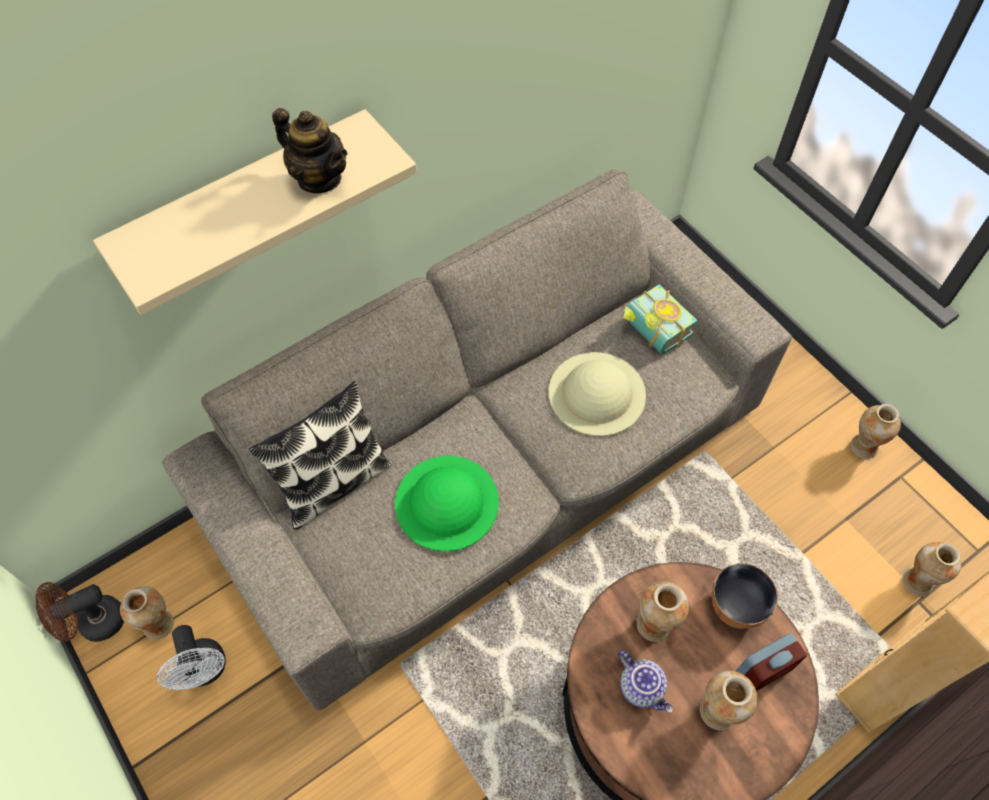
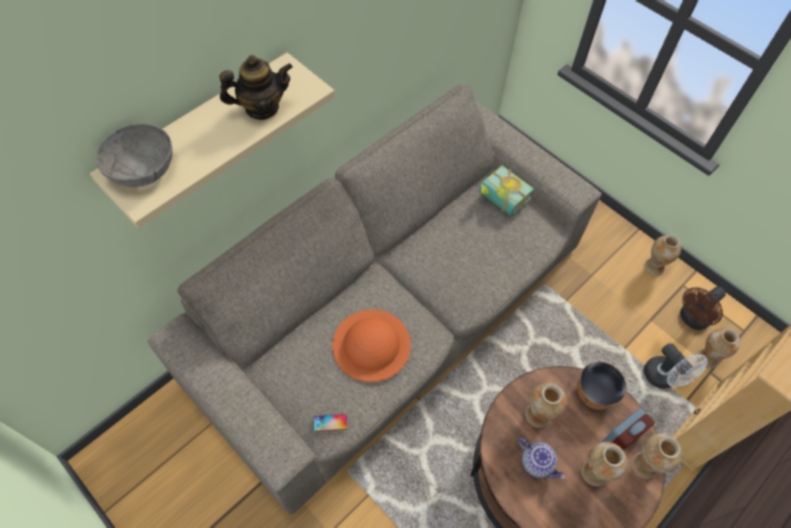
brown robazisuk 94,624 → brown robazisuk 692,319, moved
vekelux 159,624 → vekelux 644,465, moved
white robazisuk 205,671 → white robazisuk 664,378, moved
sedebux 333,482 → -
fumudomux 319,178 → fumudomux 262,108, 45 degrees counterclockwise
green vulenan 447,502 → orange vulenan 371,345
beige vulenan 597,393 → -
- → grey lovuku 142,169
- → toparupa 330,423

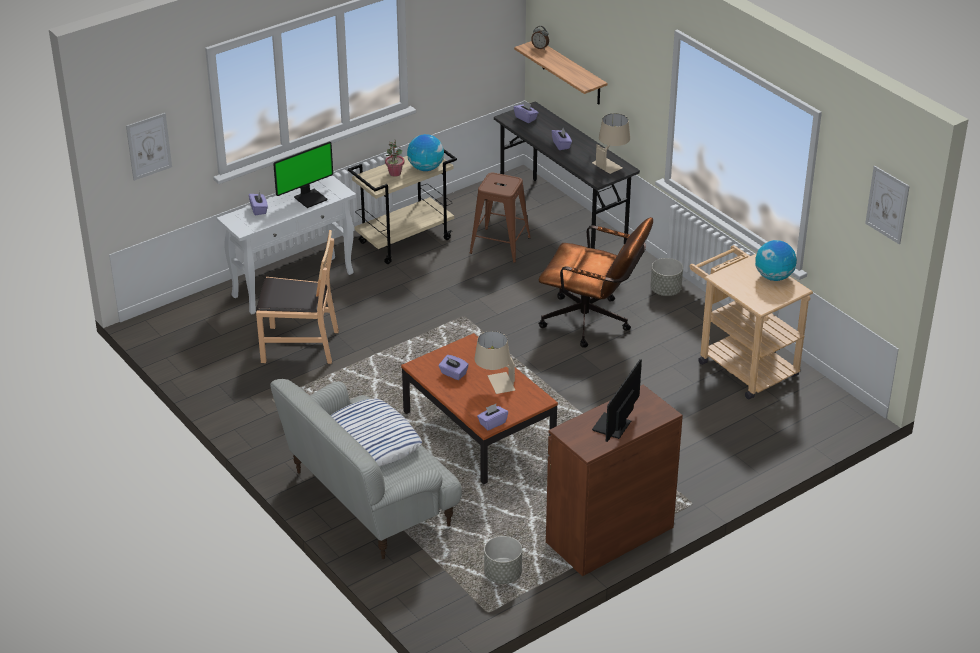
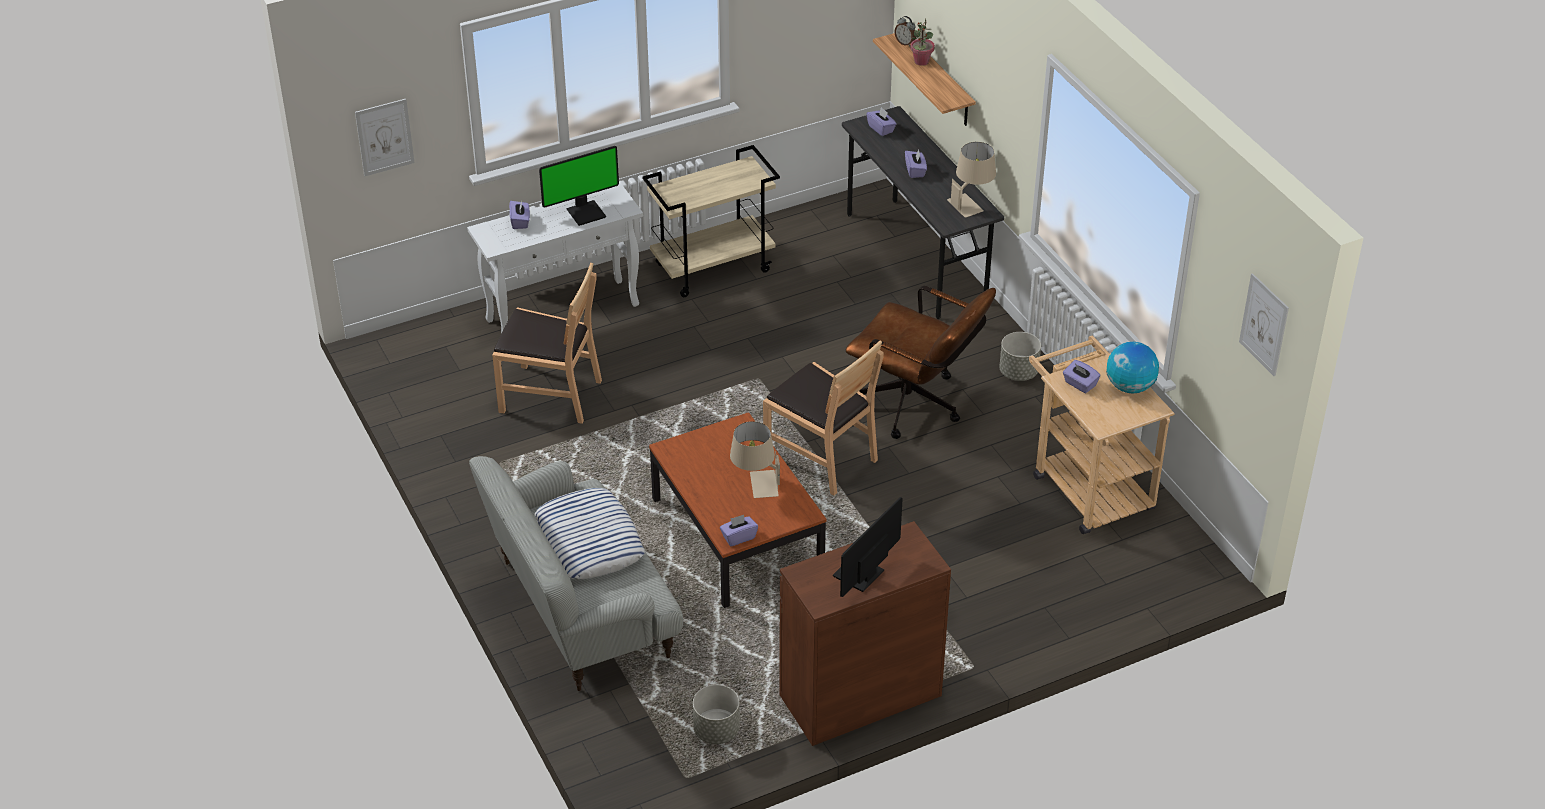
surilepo 395,173 → surilepo 921,61, moved
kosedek 425,168 → -
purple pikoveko 453,374 → purple pikoveko 1080,384, moved
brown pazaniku 500,245 → -
- → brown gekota 821,458

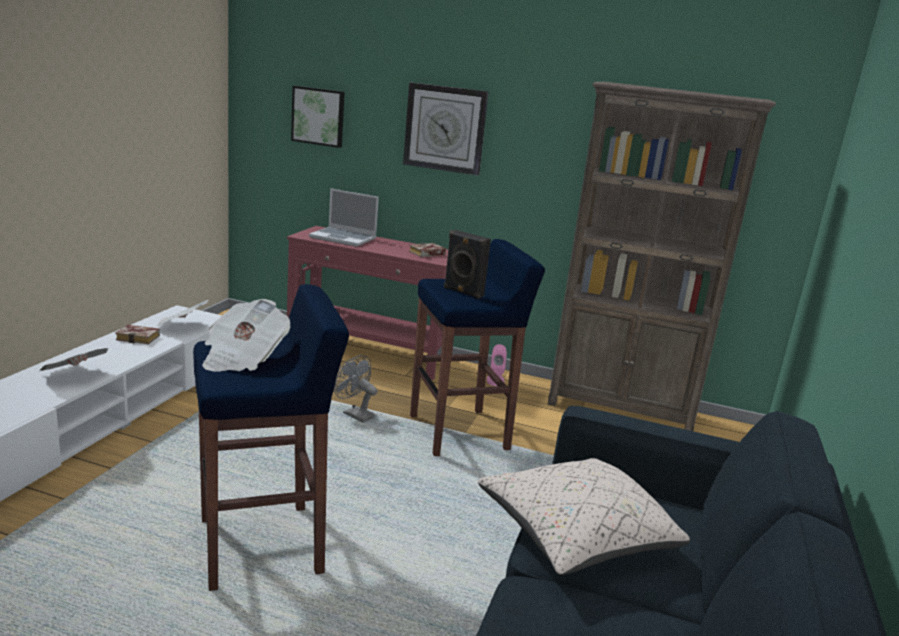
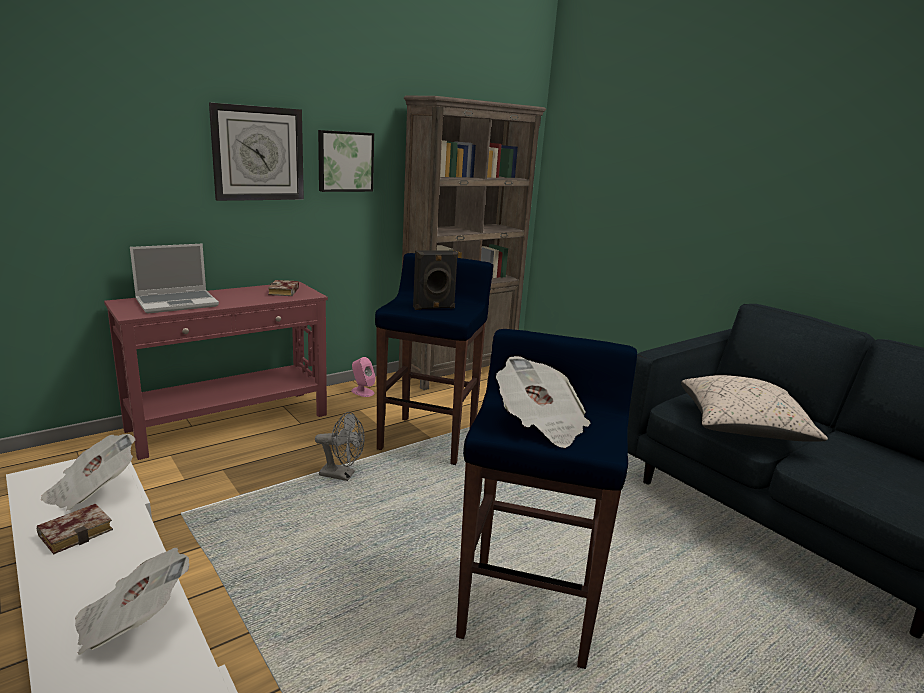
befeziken 318,116 → befeziken 345,161, moved
grey robazisuk 354,414 → grey robazisuk 342,475, 150 degrees counterclockwise

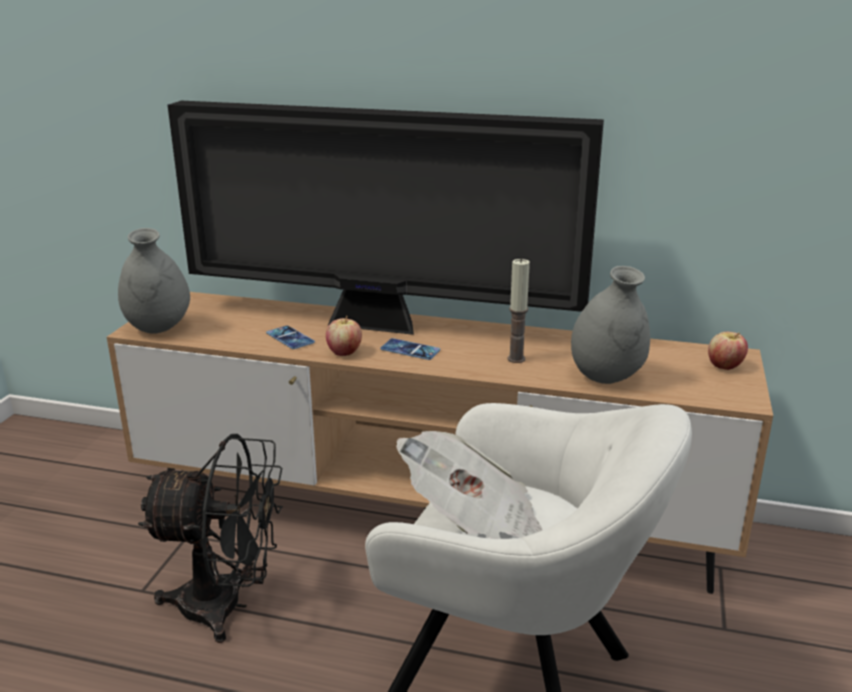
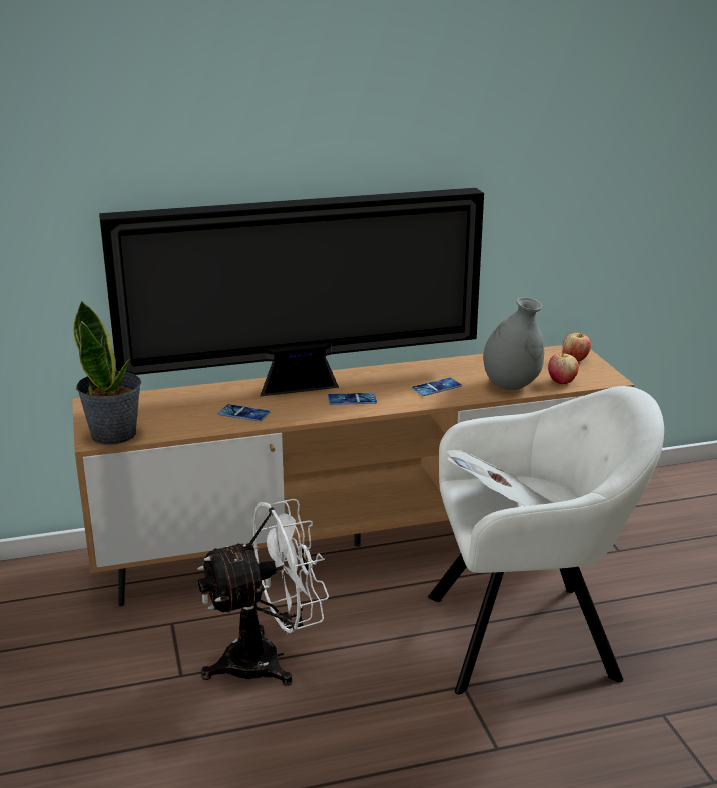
grey vekelux 158,329 → surilepo 114,434
black robazisuk 227,606 → white robazisuk 267,659
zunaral 344,352 → zunaral 561,381, moved
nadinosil 516,359 → toparupa 436,387

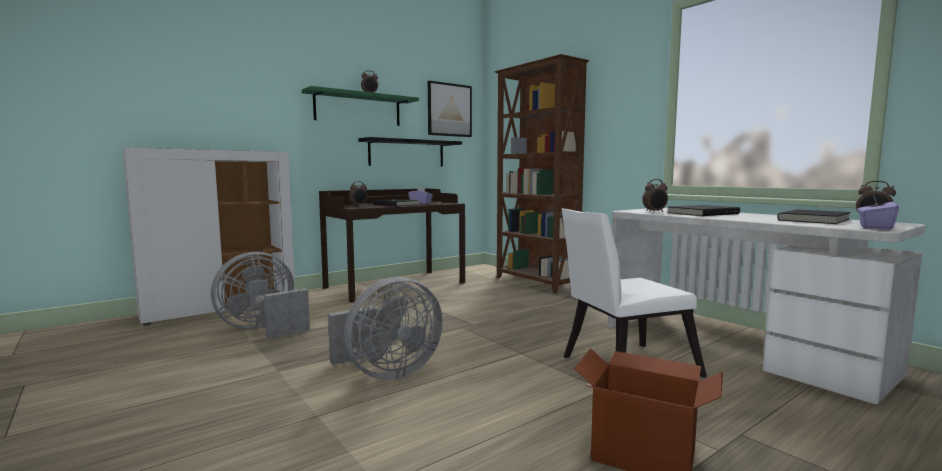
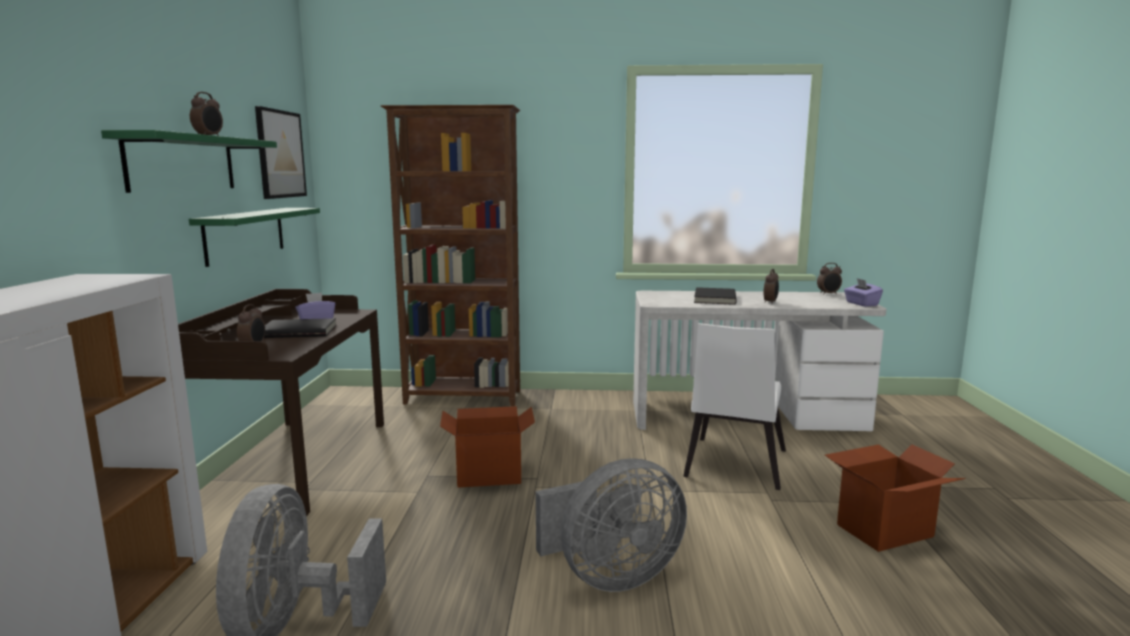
grey robazisuk 387,373 → grey robazisuk 611,576, 60 degrees clockwise
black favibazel 407,153 → green favibazel 245,234
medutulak 655,212 → medutulak 770,302, moved
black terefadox 815,220 → -
- → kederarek 488,475

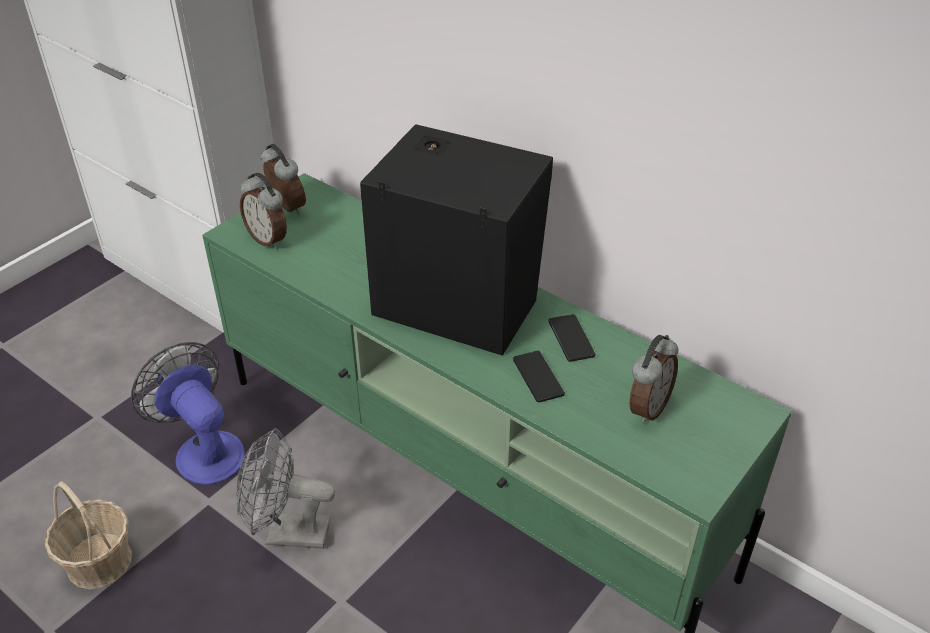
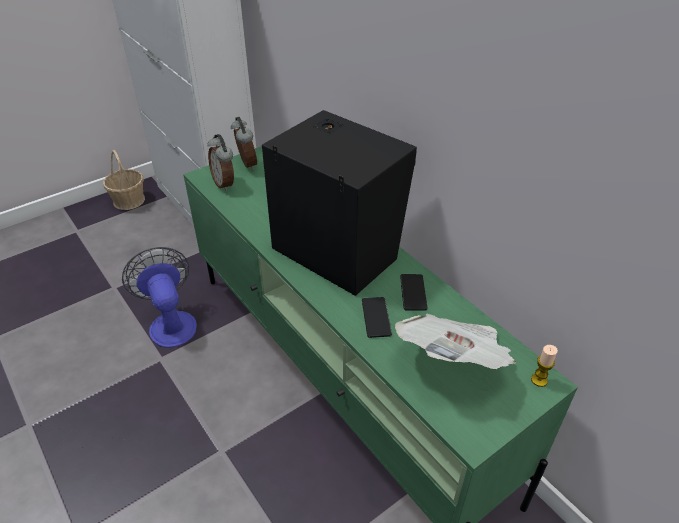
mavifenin 99,561 → mavifenin 129,200, moved
grey robazisuk 287,533 → -
medutulak 647,407 → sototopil 454,359
- → nadinosil 539,380

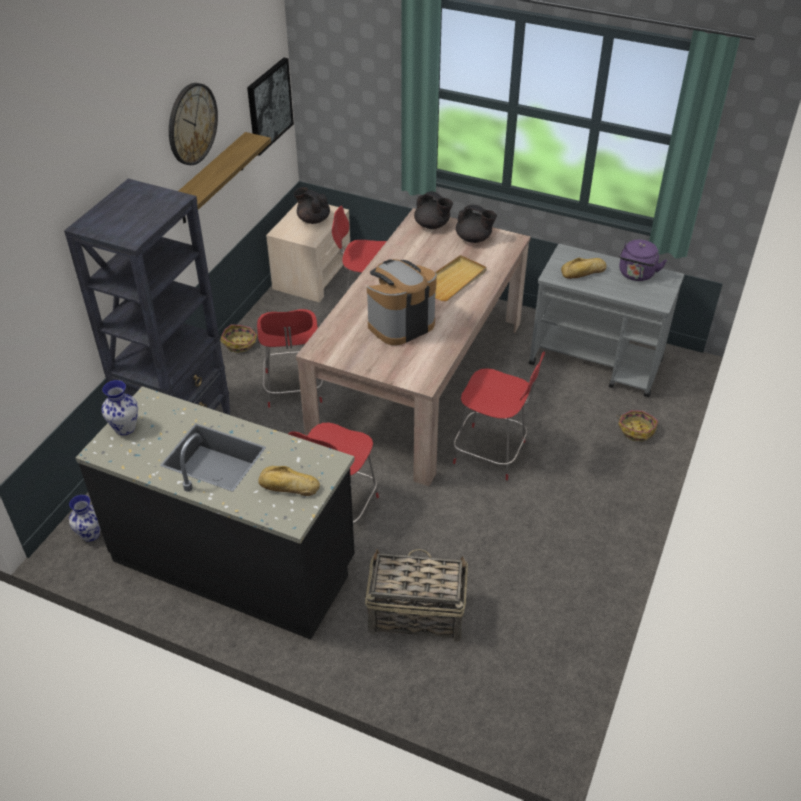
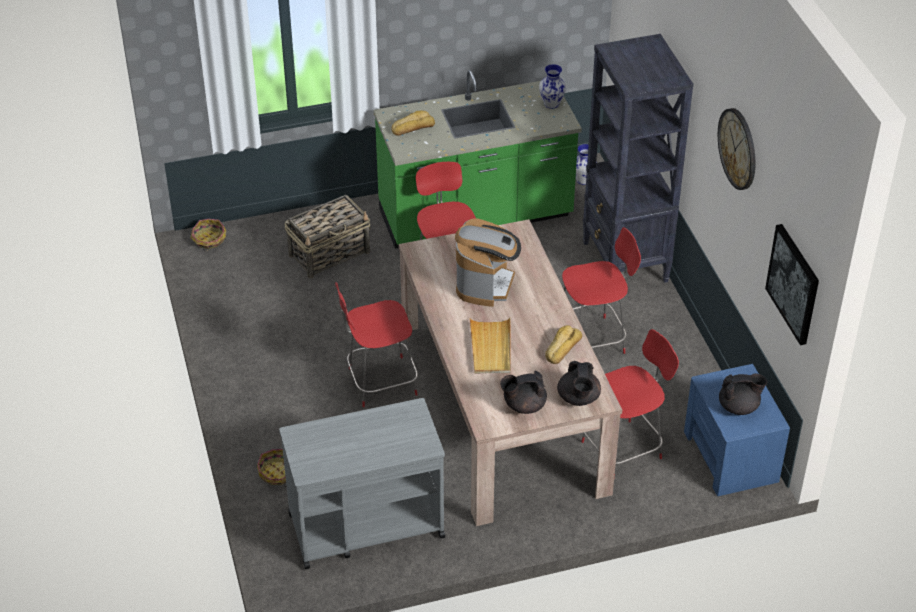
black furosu 234,561 → green furosu 475,216
favibazel 211,179 → -
mavifenin 240,343 → mavifenin 209,240, moved
red gekota 293,389 → red gekota 592,340, 120 degrees clockwise
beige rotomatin 312,275 → blue rotomatin 730,457
black fumudomux 432,225 → black fumudomux 578,398, 90 degrees counterclockwise
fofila 584,272 → fofila 561,348, moved
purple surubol 636,275 → -

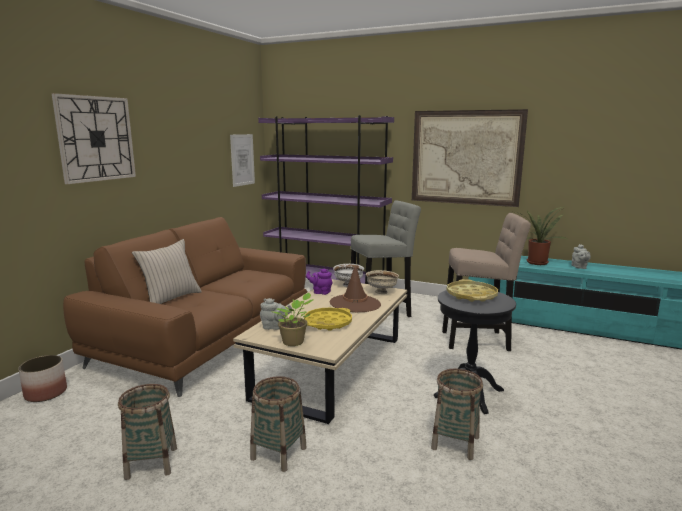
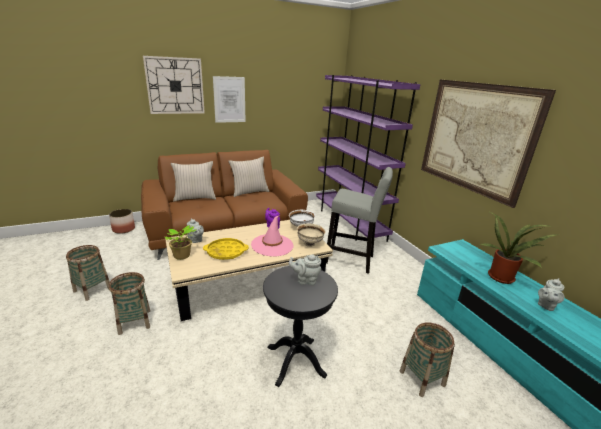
befeziken 242,160 → befeziken 229,99, moved
brown vulenan 355,304 → pink vulenan 272,245
mavifenin 455,443 → mavifenin 422,378, moved
beige pazaniku 479,341 → -
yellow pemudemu 471,295 → grey fumudomux 305,280
- → beige sedebux 249,192

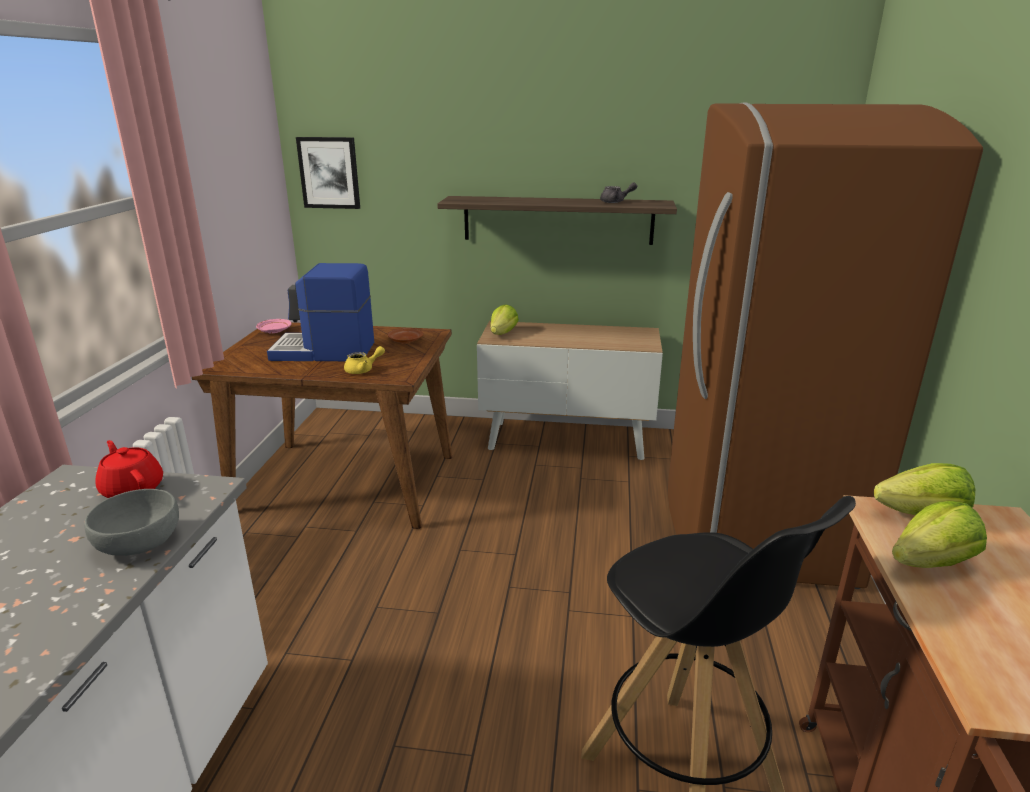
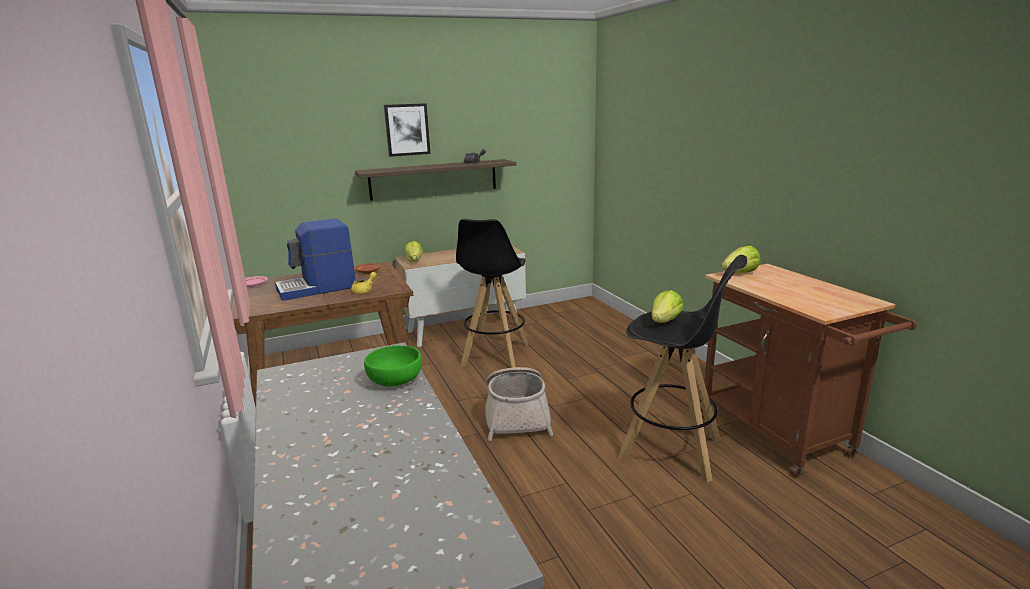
grey lovuku 139,541 → green lovuku 394,379
red fumudomux 133,489 → -
befeziken 329,173 → befeziken 407,129, moved
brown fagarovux 751,515 → -
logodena 931,563 → logodena 664,321, moved
- → black pazaniku 495,355
- → mavifenin 517,415

